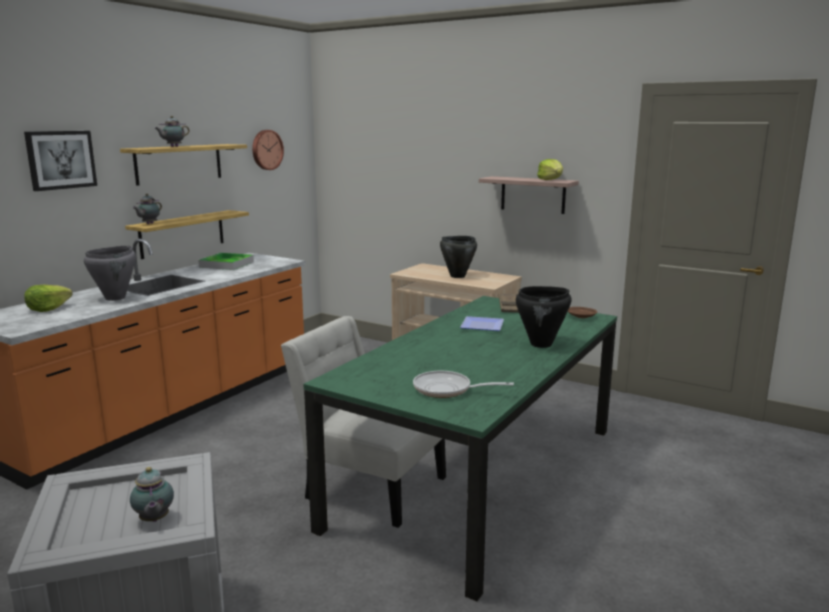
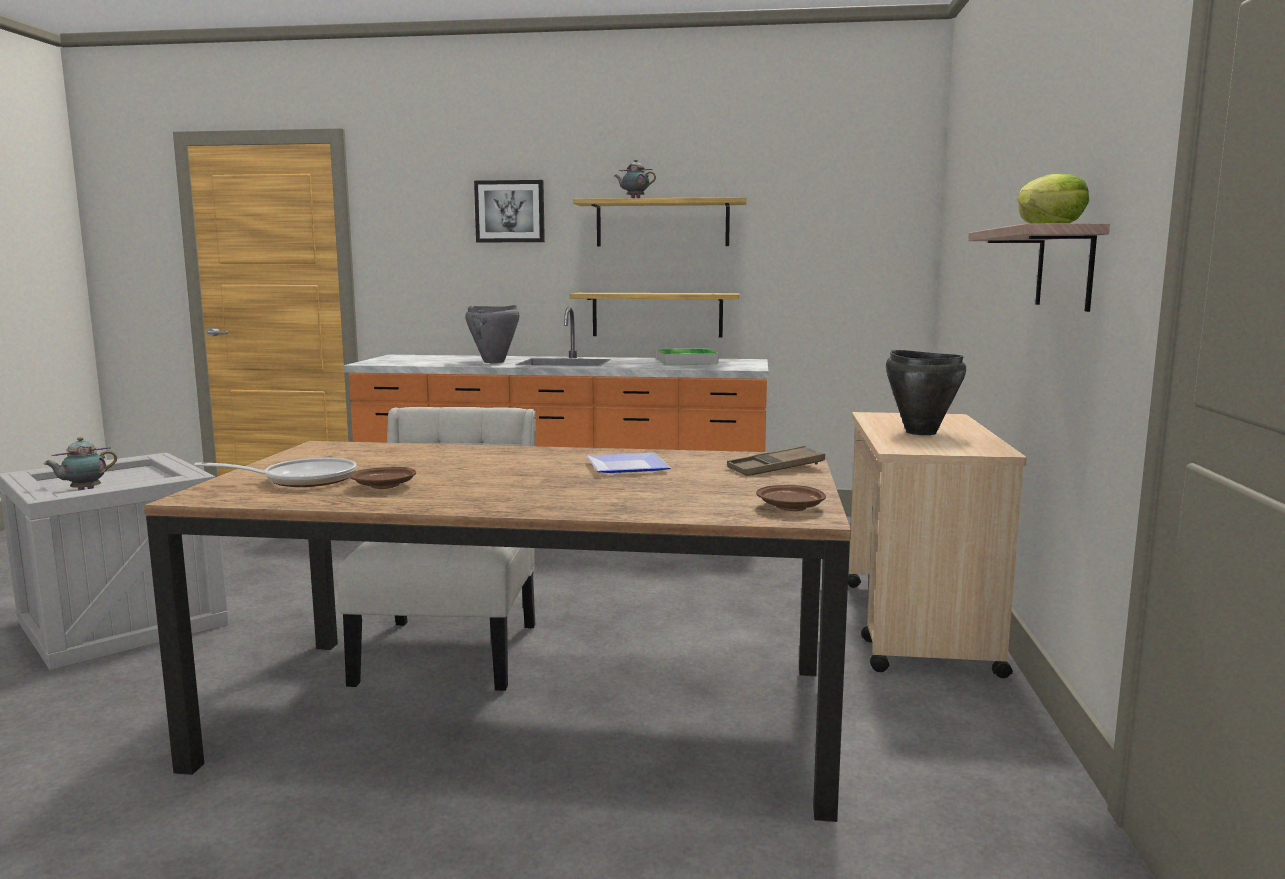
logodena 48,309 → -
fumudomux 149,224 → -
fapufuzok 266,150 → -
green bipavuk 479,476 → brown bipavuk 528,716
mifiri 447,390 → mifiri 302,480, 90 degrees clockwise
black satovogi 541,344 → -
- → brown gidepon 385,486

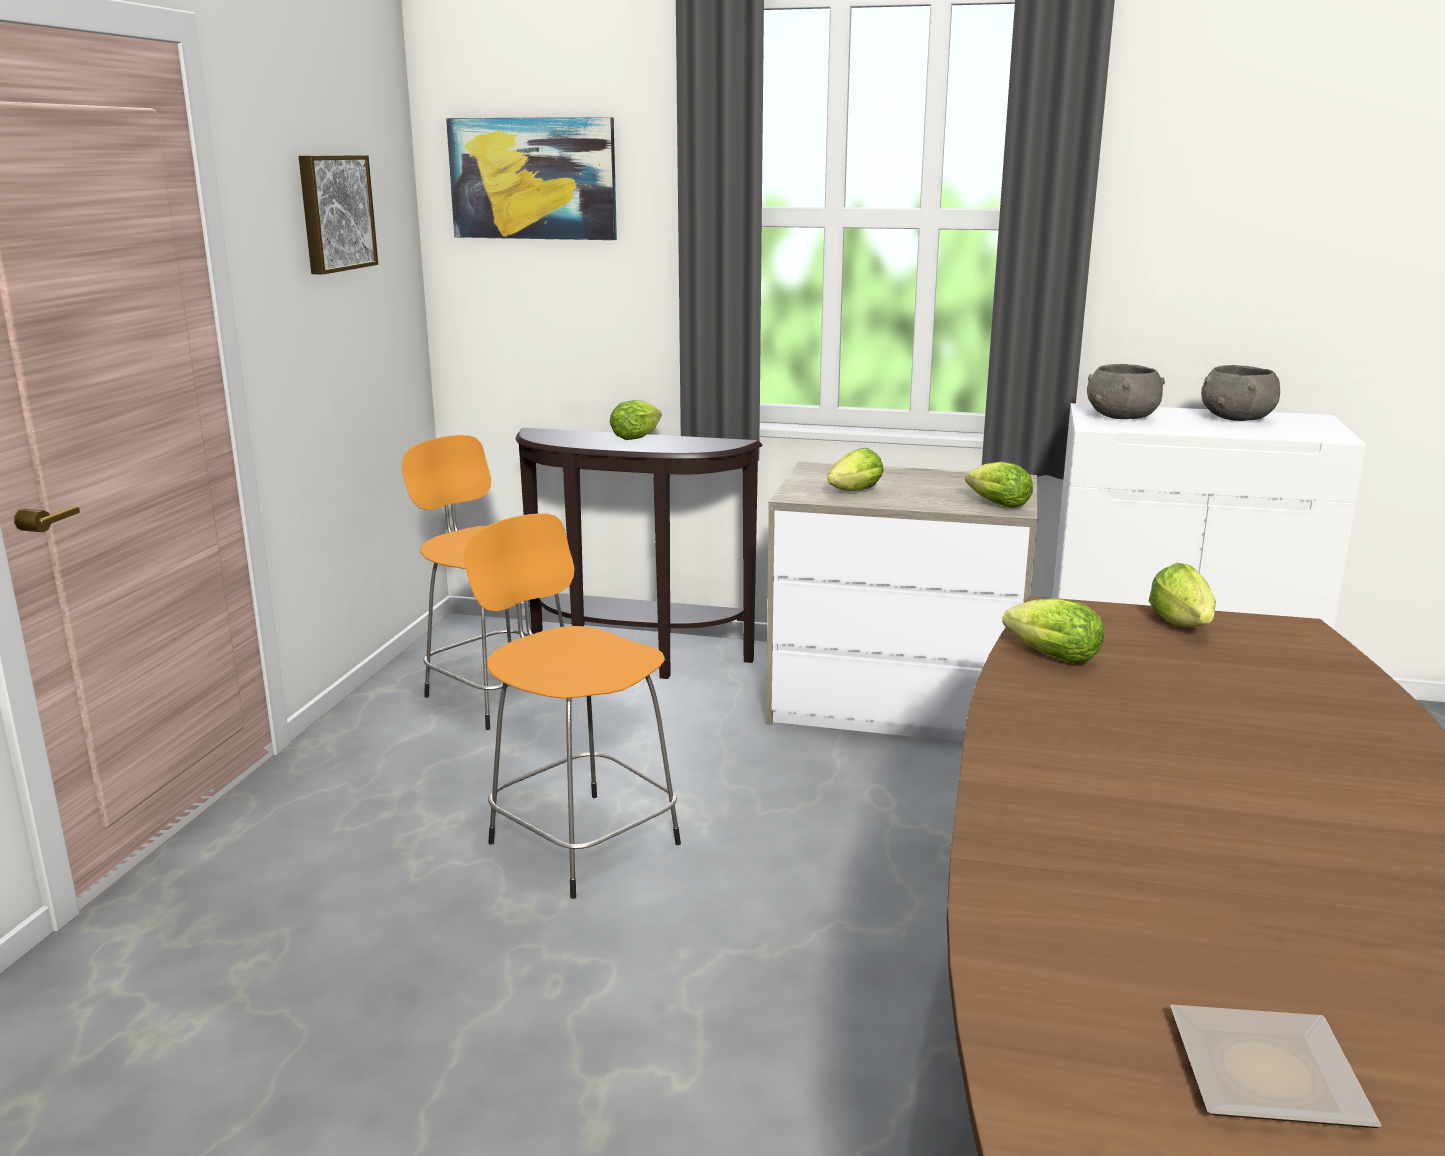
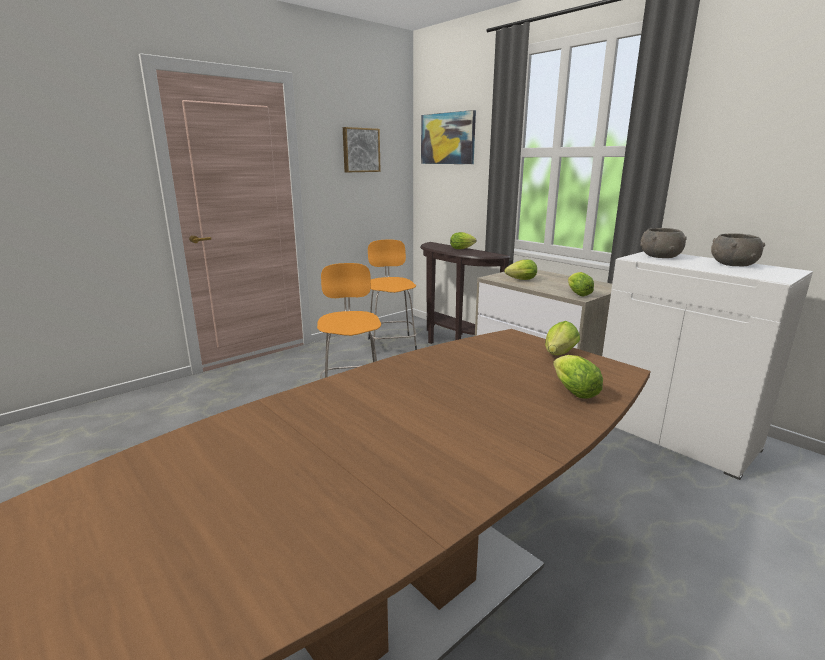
logodena 1048,656 → logodena 572,391, moved
gidepon 1262,1077 → -

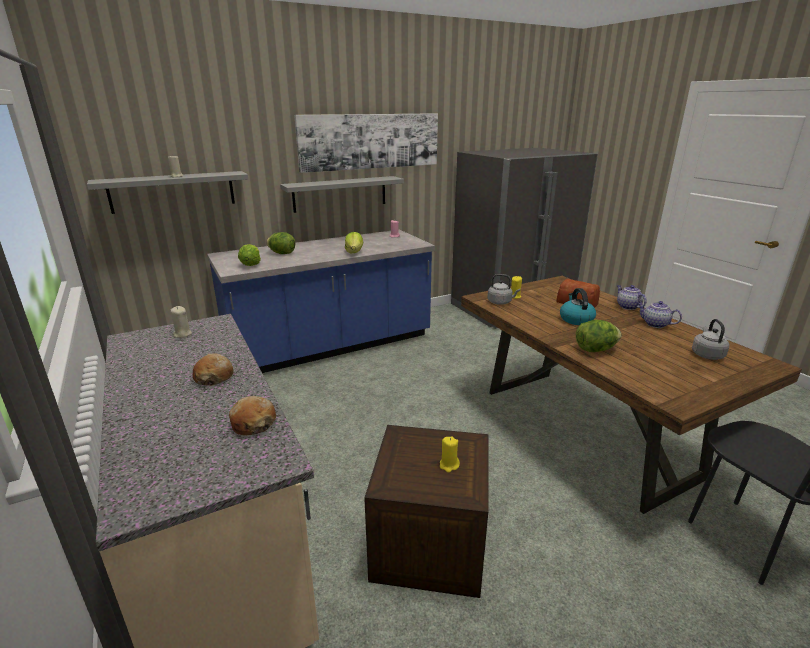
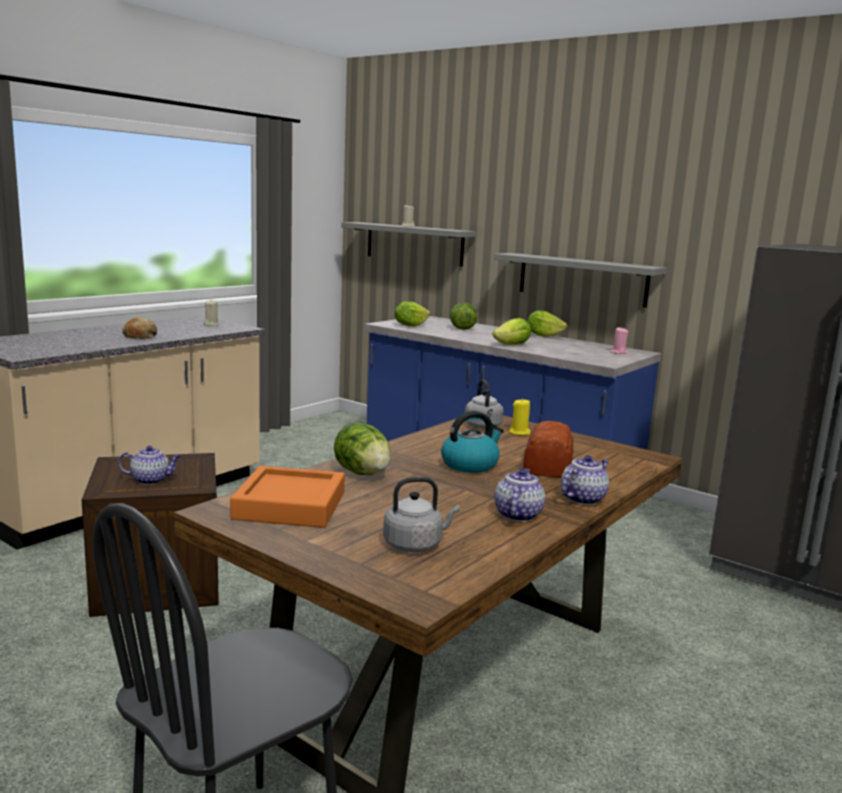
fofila 253,423 → -
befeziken 370,141 → -
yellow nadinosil 449,465 → fumudomux 151,480
- → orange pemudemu 290,505
- → logodena 543,335

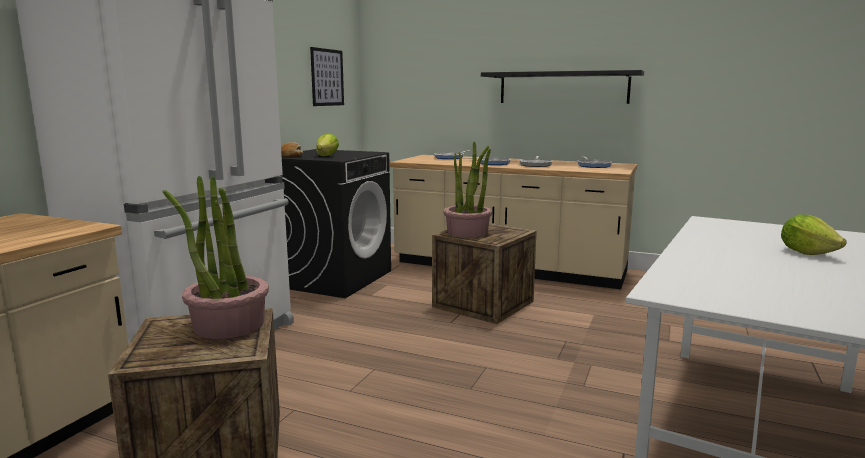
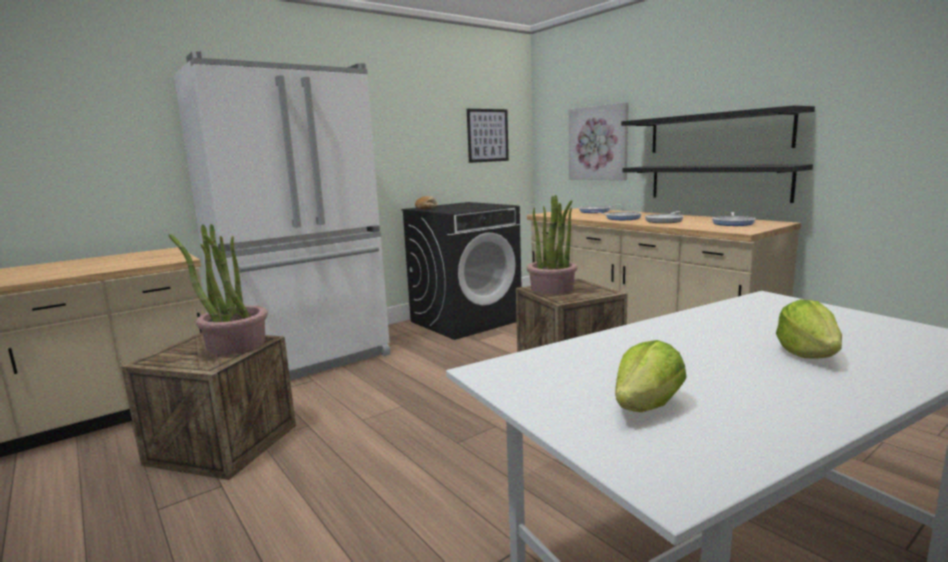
logodena 327,156 → logodena 647,406, moved
- → befeziken 598,143
- → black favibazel 717,182

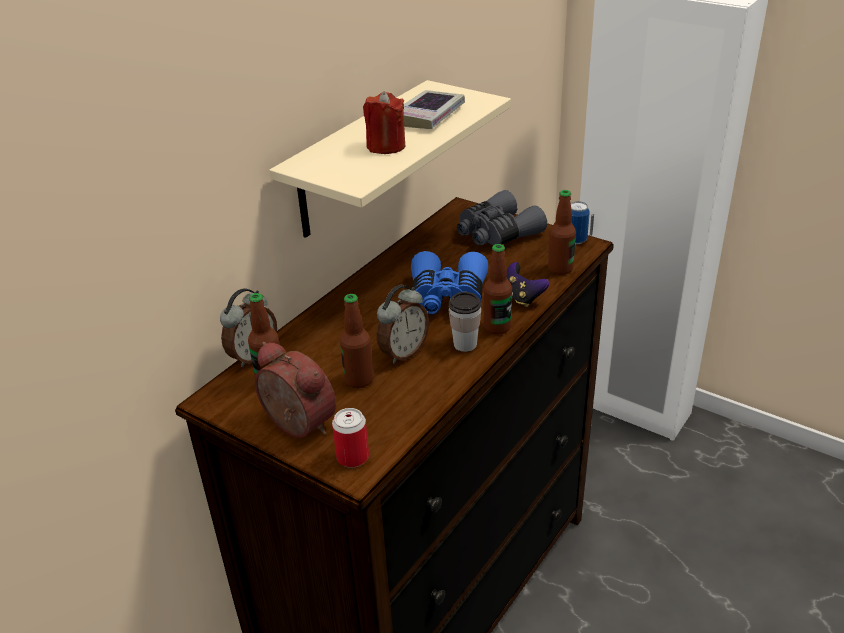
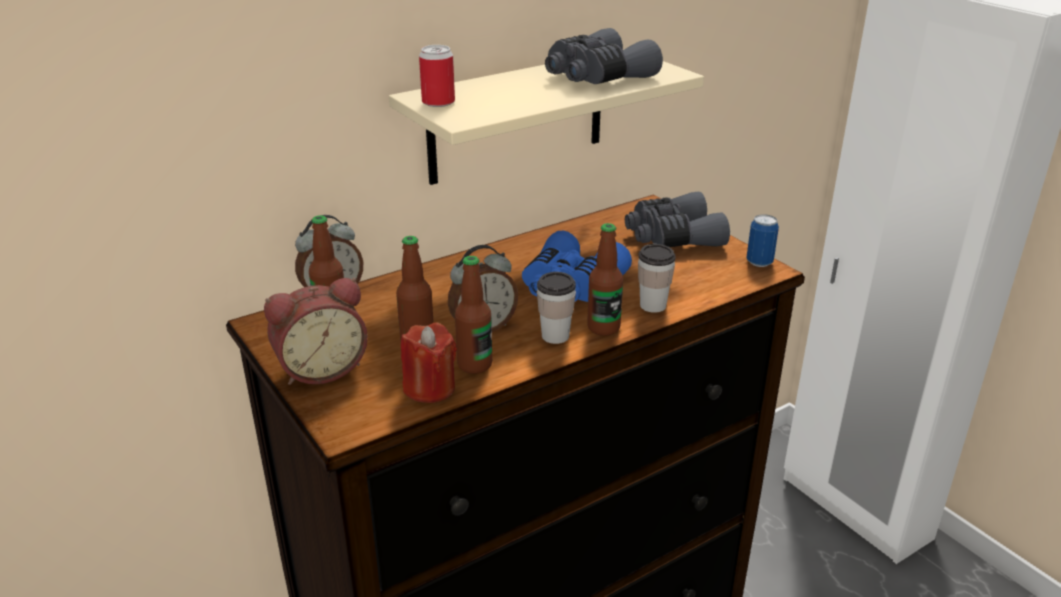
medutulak 295,426 → medutulak 321,369, 90 degrees clockwise
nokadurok 352,457 → nokadurok 438,102, moved
red nadinosil 386,146 → red nadinosil 430,388, moved
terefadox 428,116 → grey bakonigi 596,77
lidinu 521,298 → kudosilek 653,305
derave 560,269 → derave 474,365, moved

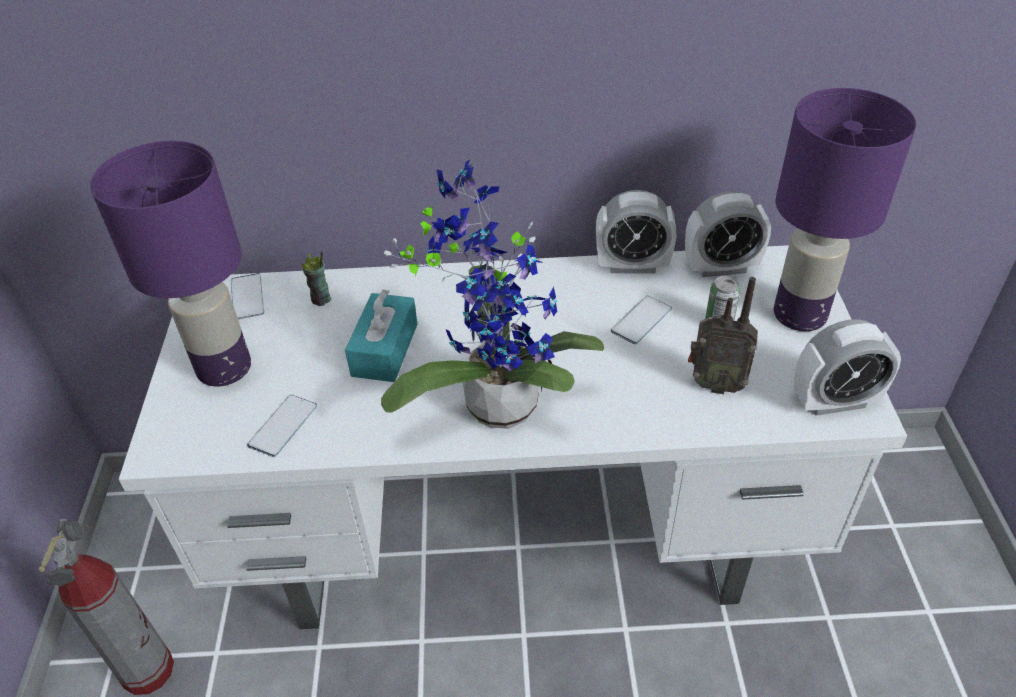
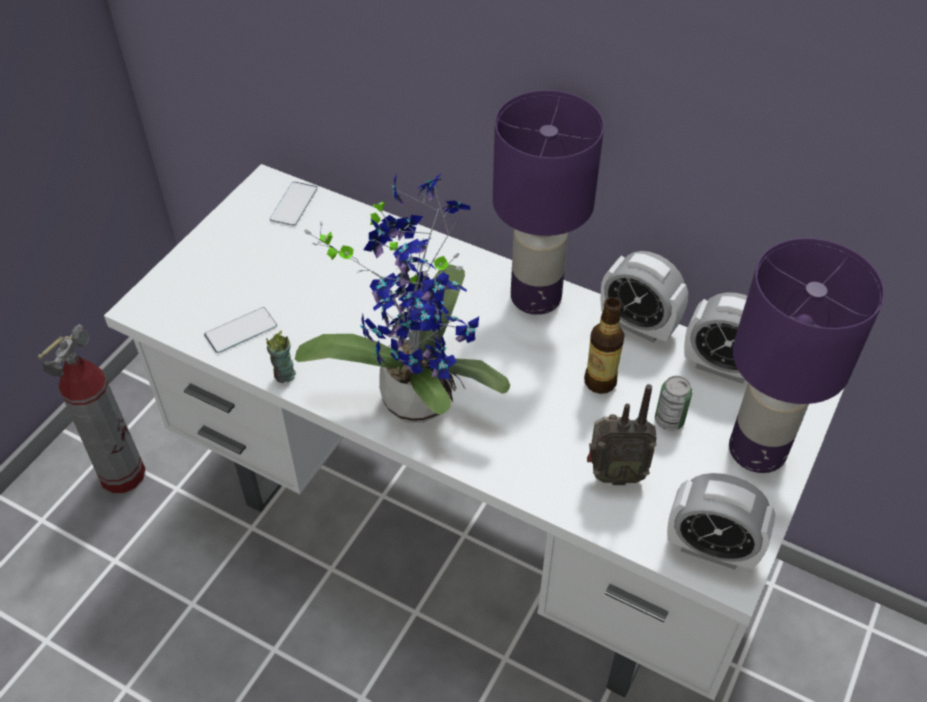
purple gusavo 223,369 → purple gusavo 534,297, moved
kudosilek 321,300 → kudosilek 284,375, moved
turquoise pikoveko 385,349 → -
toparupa 641,320 → derave 600,382
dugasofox 715,384 → dugasofox 614,474, 45 degrees counterclockwise

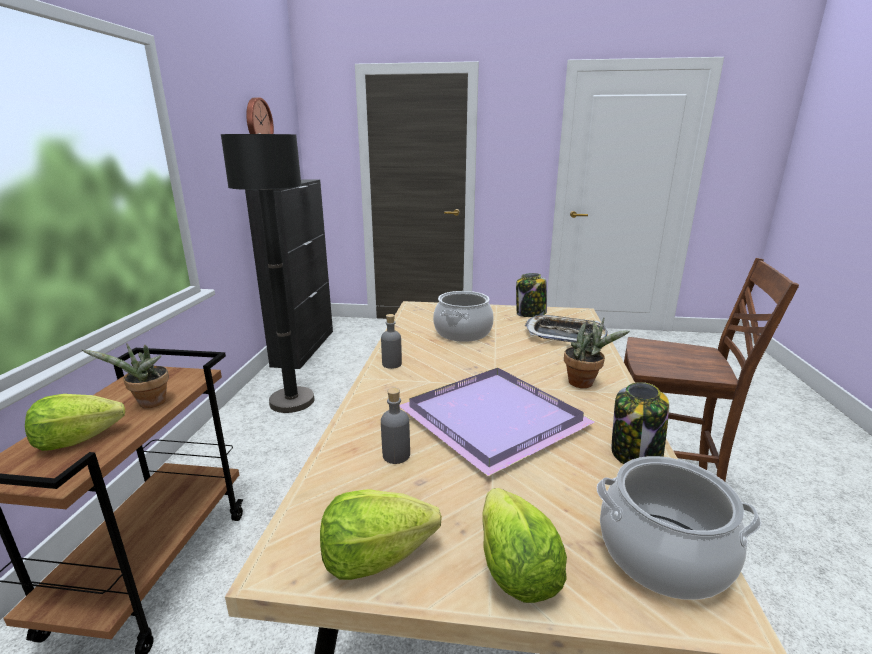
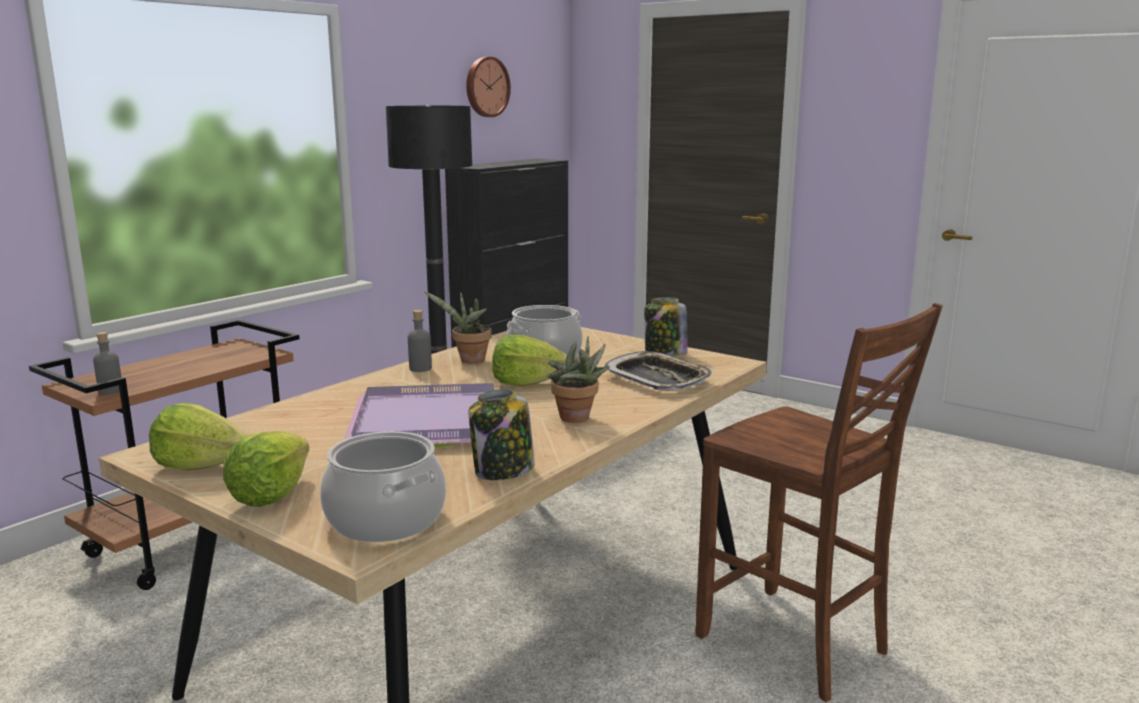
logodena 78,439 → logodena 526,383, moved
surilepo 149,404 → surilepo 469,361, moved
grey derave 396,455 → grey derave 110,390, moved

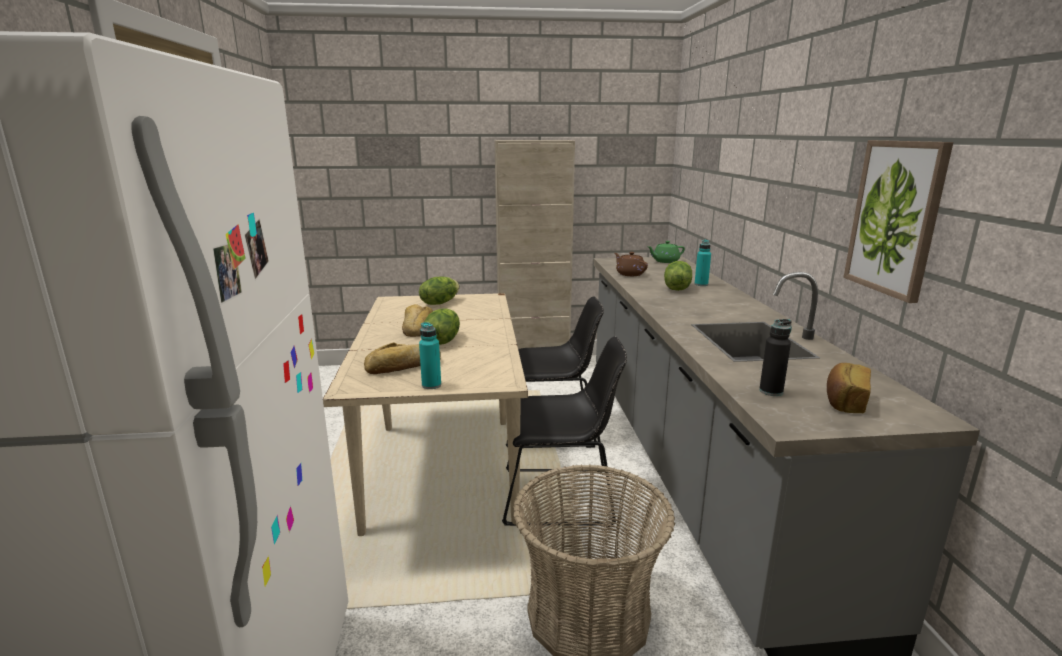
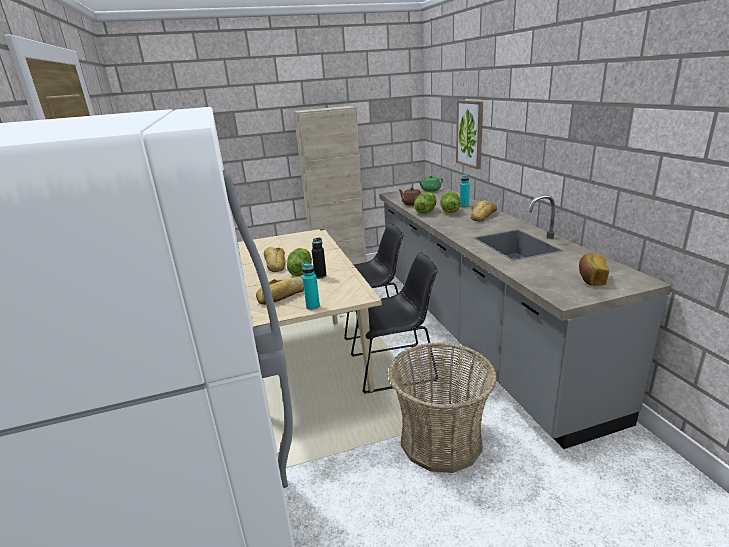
logodena 439,303 → logodena 425,212, moved
black derave 771,391 → black derave 320,276, moved
befeziken 895,218 → befeziken 470,133, moved
- → fofila 482,216

